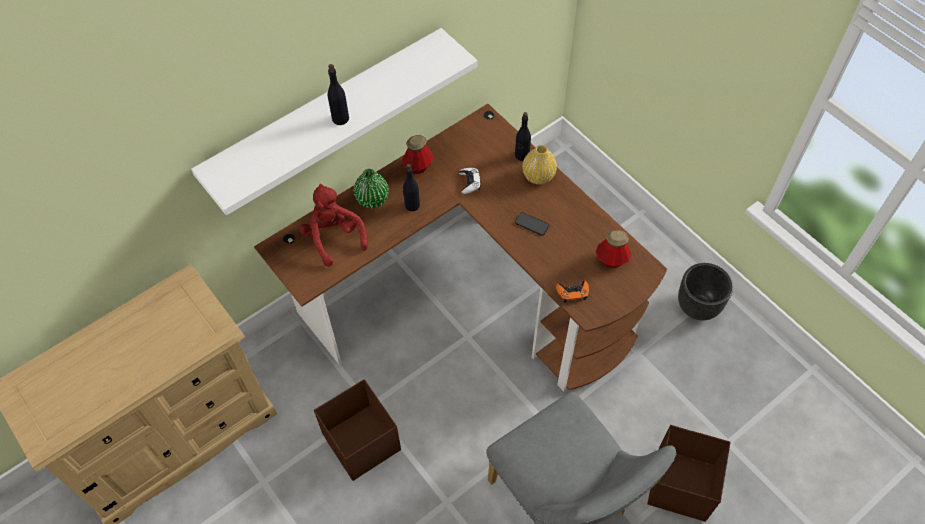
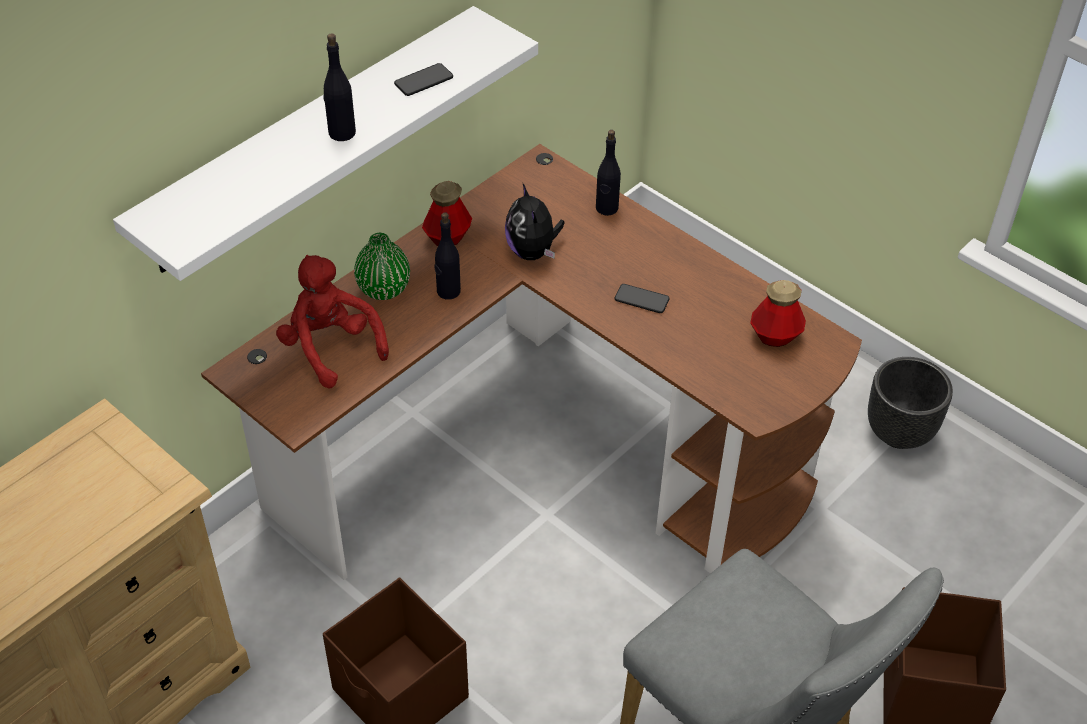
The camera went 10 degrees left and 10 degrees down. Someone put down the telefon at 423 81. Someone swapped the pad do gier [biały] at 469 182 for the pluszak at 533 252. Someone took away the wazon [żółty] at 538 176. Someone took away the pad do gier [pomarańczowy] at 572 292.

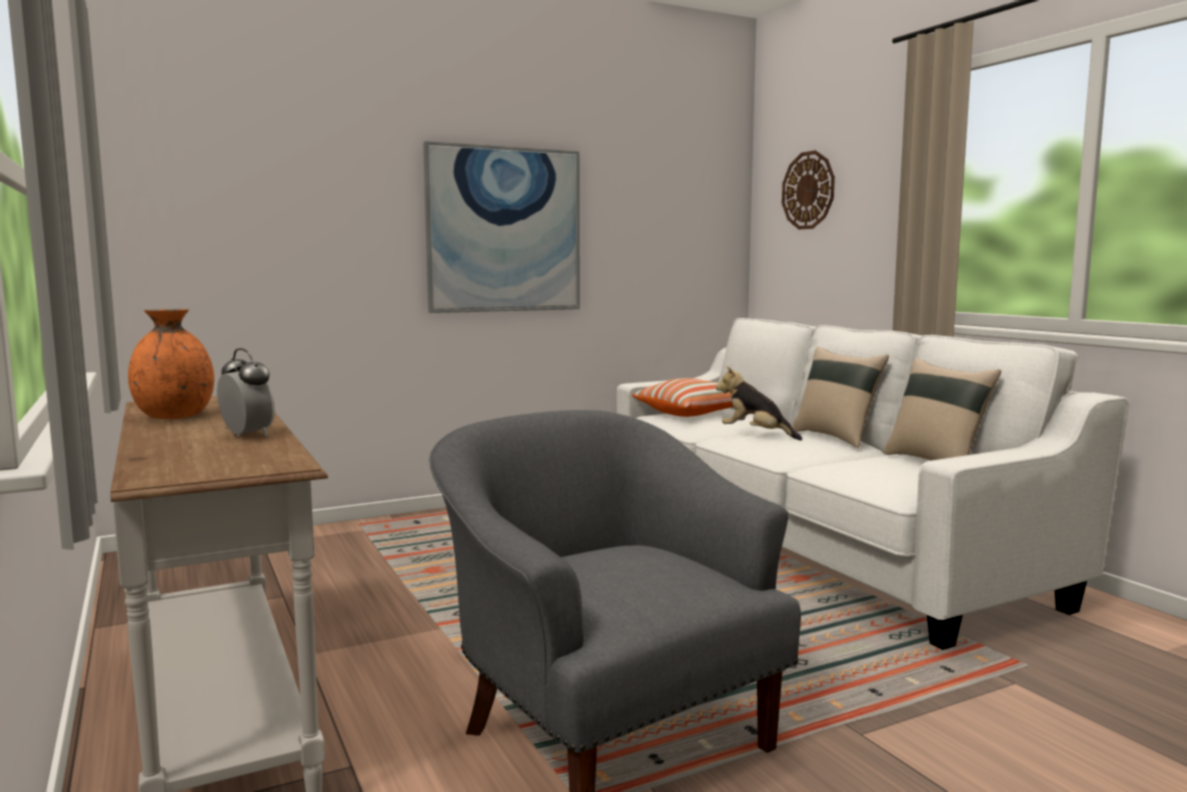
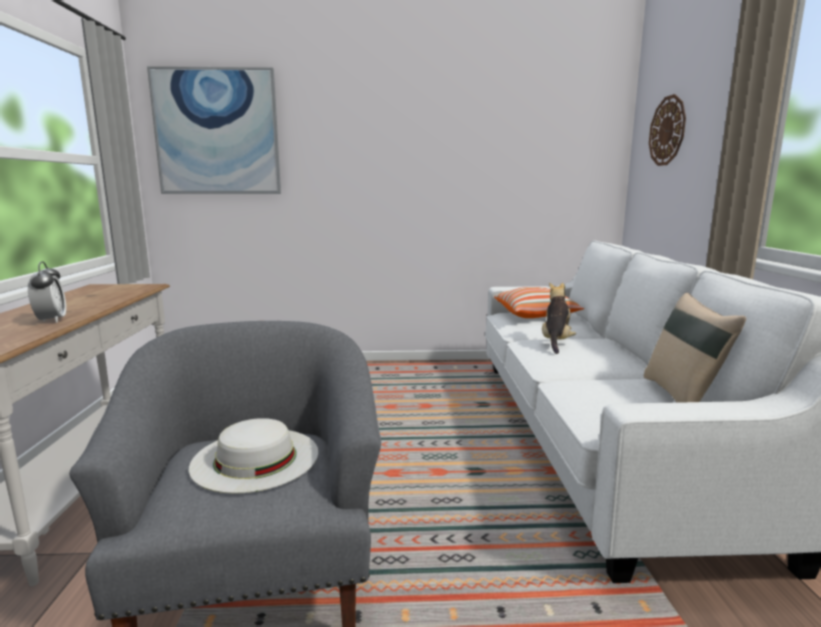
The camera went 25 degrees right and 5 degrees up. Someone carried the obraz from 504 230 to 217 132. Someone put down the kapelusz [biały] at 255 458. Someone rotated the pluszak at 756 435 by 45 degrees clockwise. Someone took away the wazon [pomarańczowy] at 175 417. Someone took away the poduszka [beżowy] at 836 437.

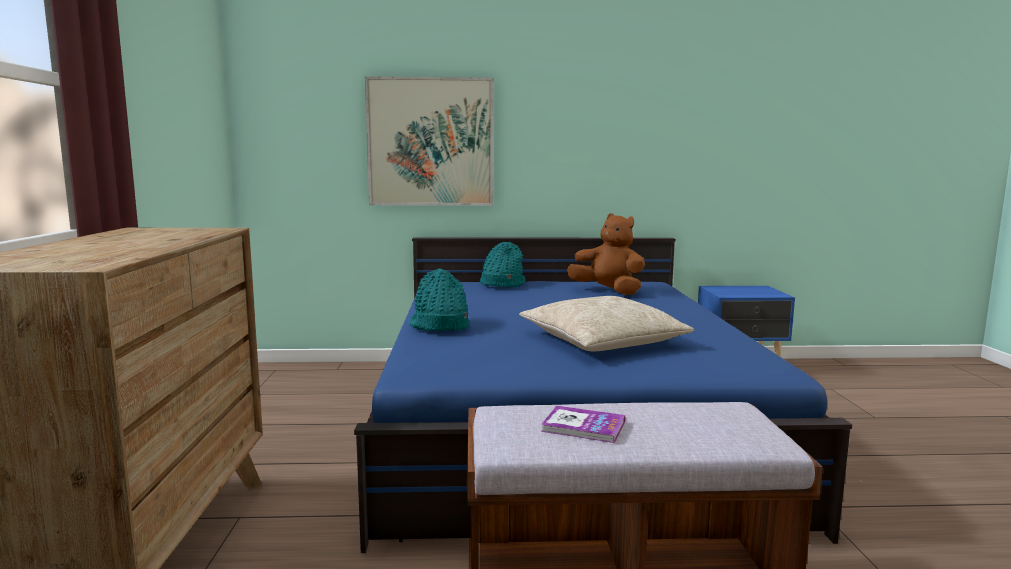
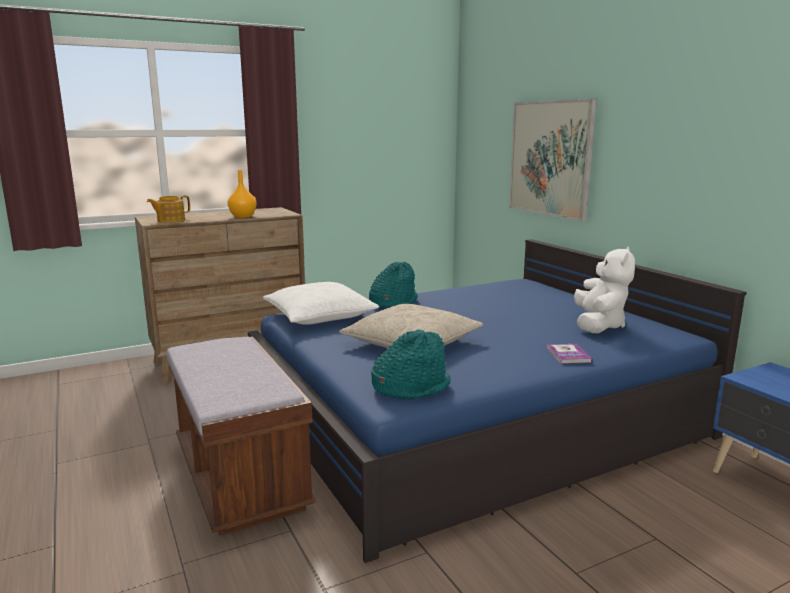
The camera went 65 degrees right and 5 degrees up. Someone put down the imbryk at 170 220. Someone put down the wazon [pomarańczowy] at 242 216. Someone put down the poduszka [biały] at 320 315. Someone carried the kapelusz [turkusowy] from 502 284 to 411 386. Someone carried the książka from 583 426 to 568 355. Someone repainted the pluszak [brązowy] at 608 291, which became the pluszak [biały] at 598 325.

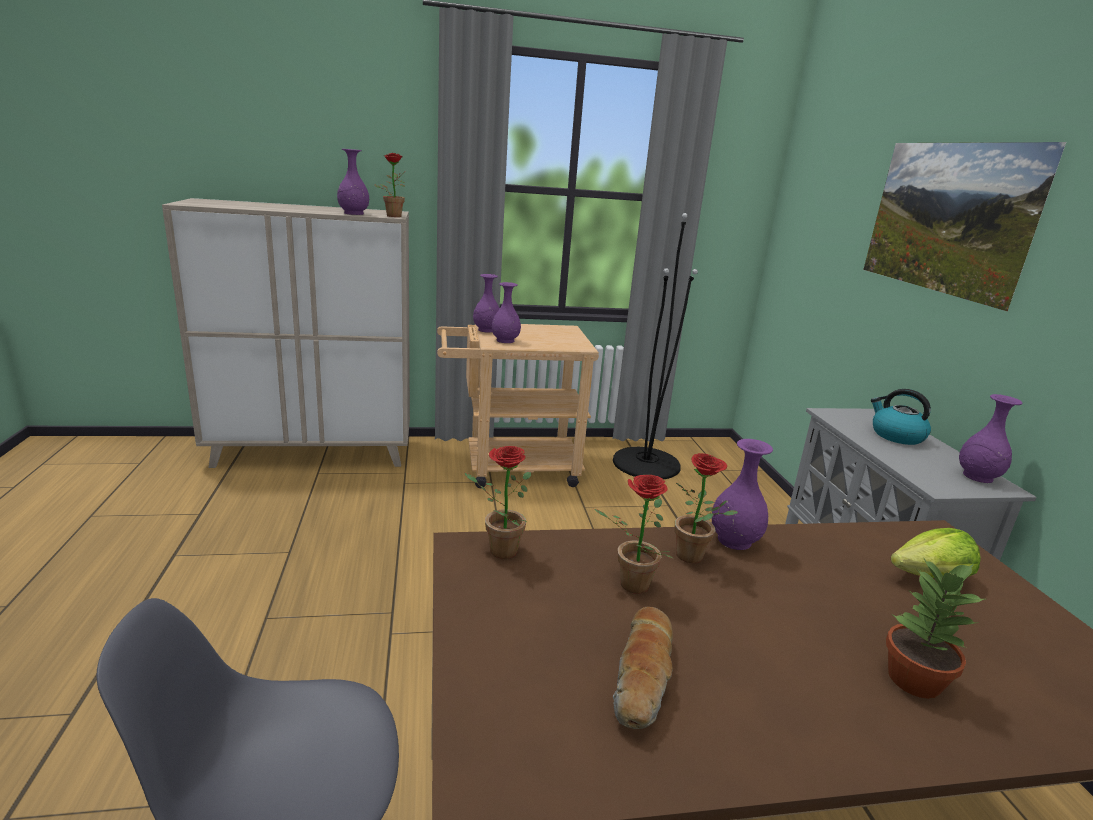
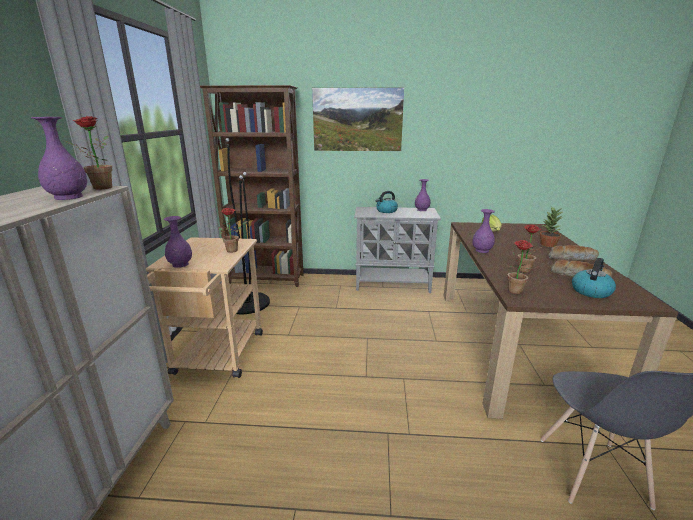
The camera went 75 degrees left and 0 degrees up. Someone put down the regał [brązowy] at 267 280. Someone carried the roślina doniczkowa from 695 558 to 234 250. Someone put down the chleb at 571 258. Someone put down the czajnik at 591 291. Someone took away the wazon [fioletowy] at 505 340.

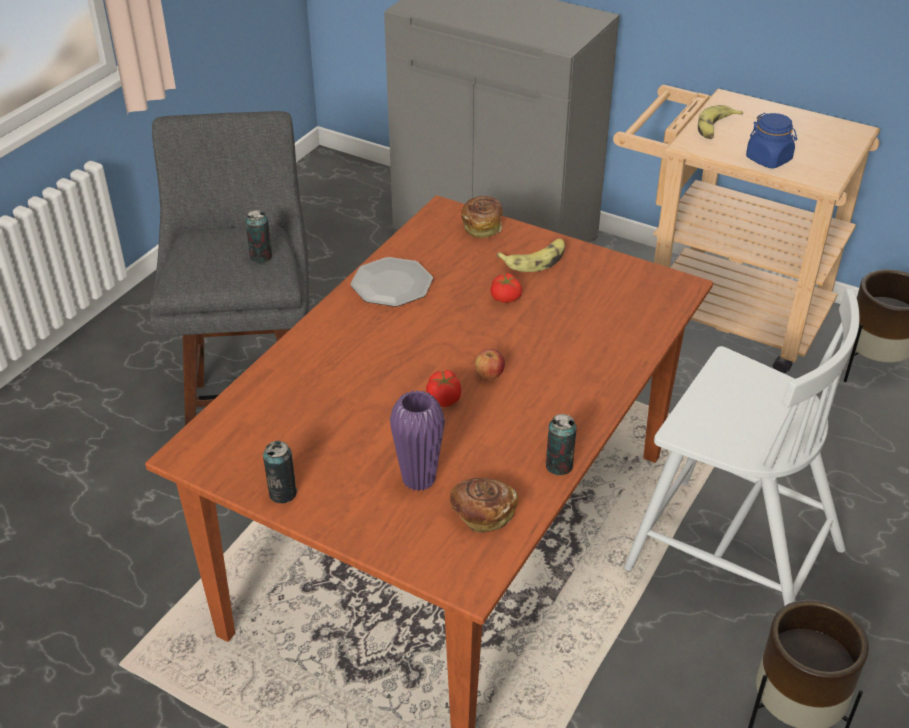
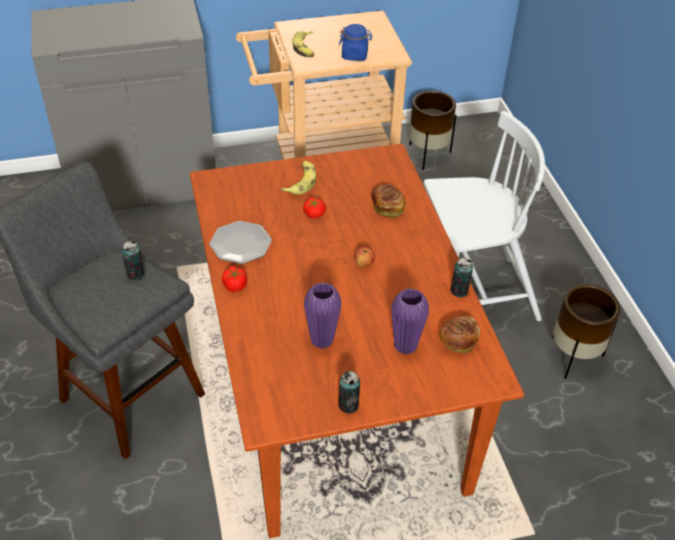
The camera went 45 degrees left and 5 degrees up. Someone carried the pomidor from 444 399 to 235 285. Someone put down the wazon [fioletowy] at 322 340. Someone carried the chleb from 482 226 to 387 207.

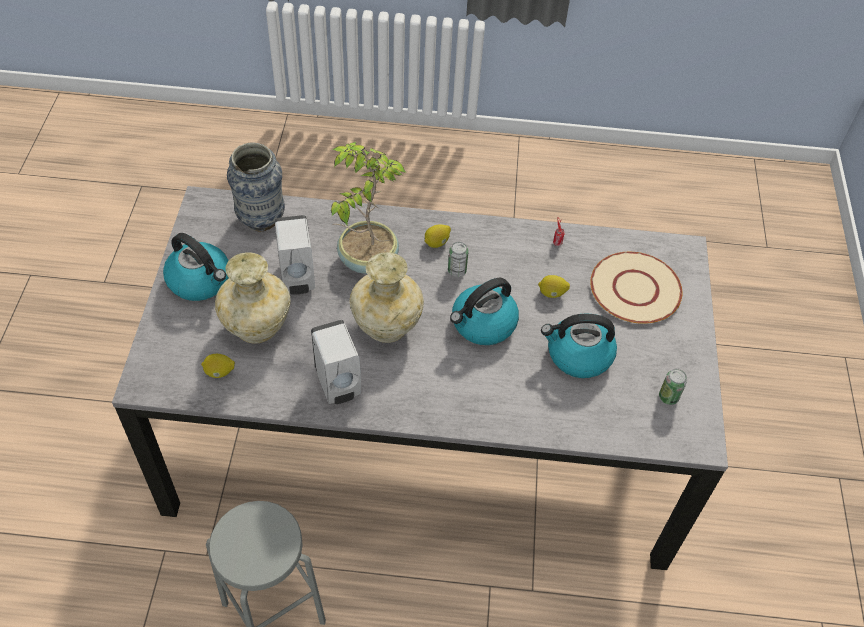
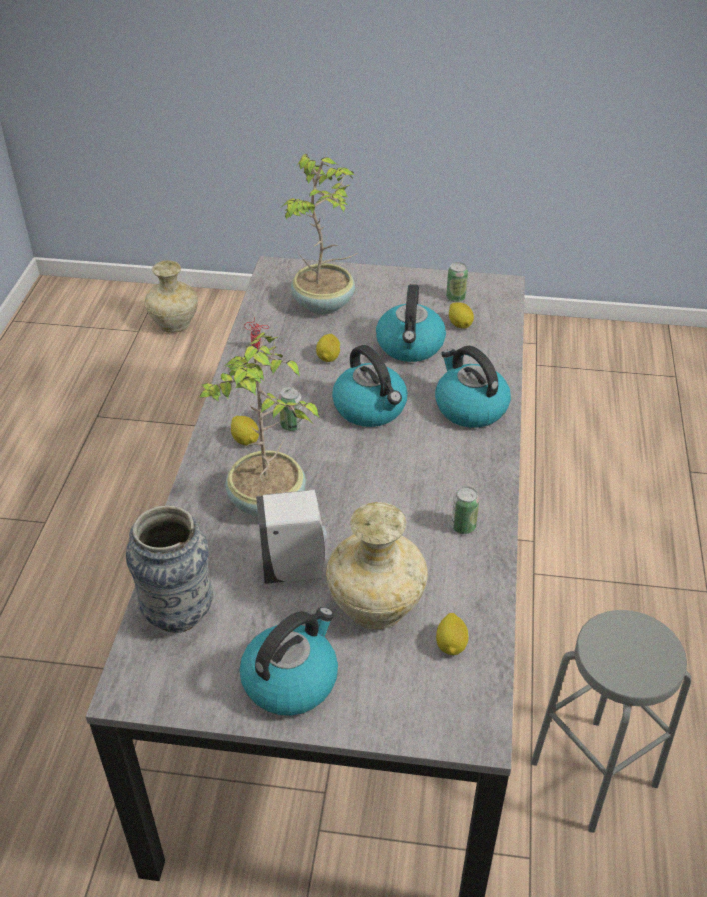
The camera went 85 degrees left and 10 degrees down. Someone carried the wazon [beżowy] from 386 327 to 175 325. Someone swapped the talerz [beżowy] at 634 289 for the roślina doniczkowa at 325 304. Someone put down the czajnik at 469 407. Someone put down the cytryna at 460 324. Someone swapped the dozownik mydła [biały] at 338 386 for the puszka at 463 526.

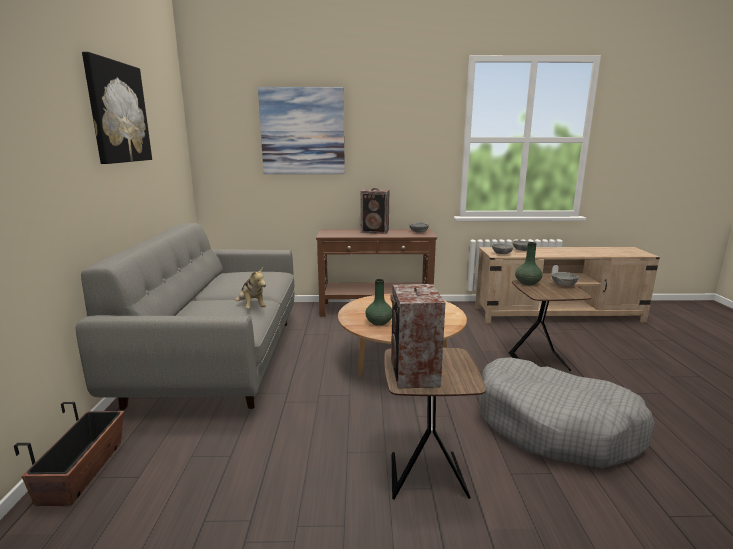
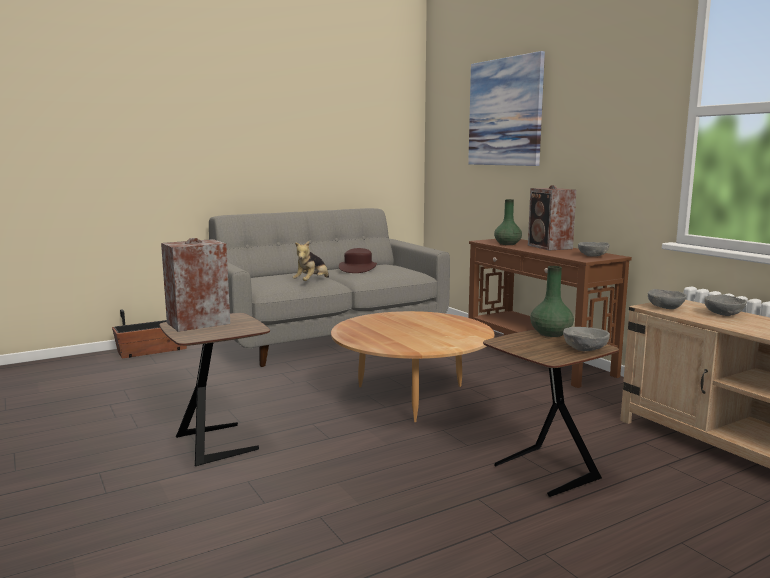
The camera went 60 degrees right and 5 degrees down. Someone put down the kapelusz [brązowy] at 358 268. Someone carried the wazon [zielony] from 378 322 to 507 244. Someone took away the obraz at 118 112. Someone took away the legowisko [szary] at 555 426.

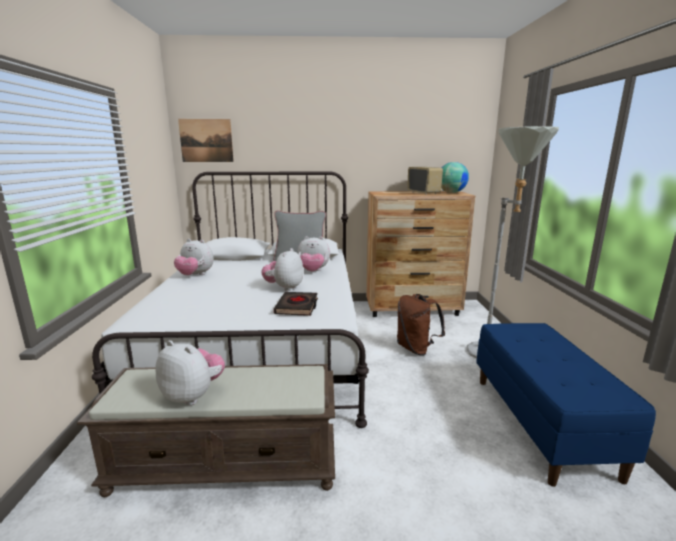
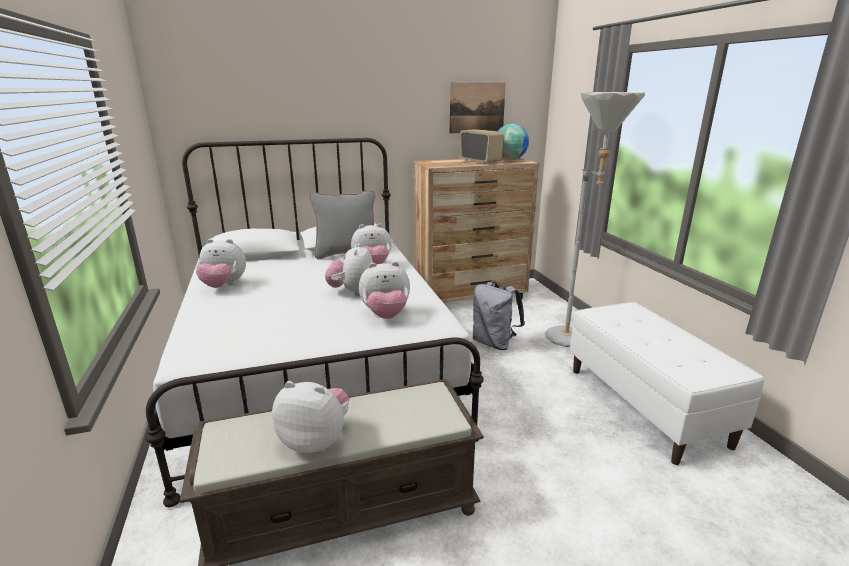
The camera went 15 degrees left and 5 degrees up. Someone swapped the książka [czarny] at 297 307 for the pluszak at 386 315. Someone carried the obraz from 206 140 to 477 108. Someone repainted the plecak [brązowy] at 416 349, which became the plecak [szary] at 494 343. Someone repainted the ławka [niebieski] at 541 424, which became the ławka [biały] at 645 405.

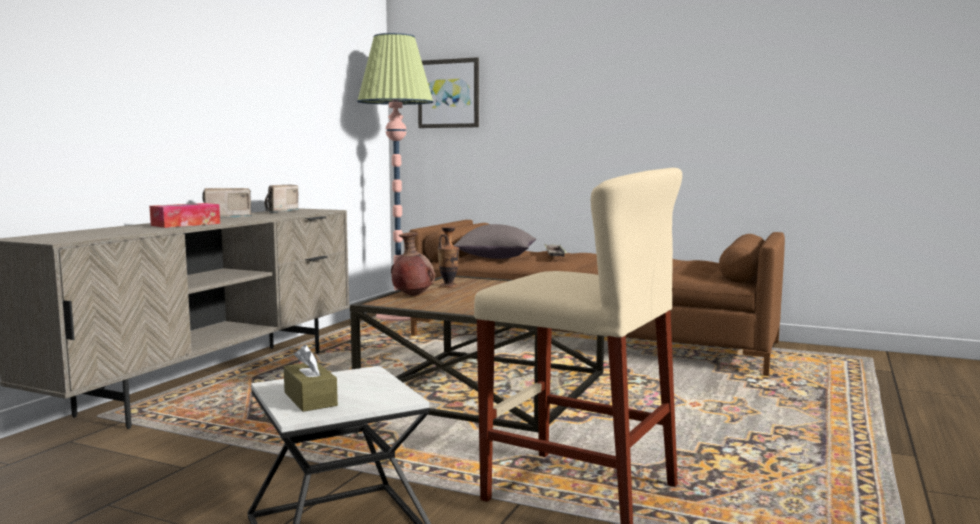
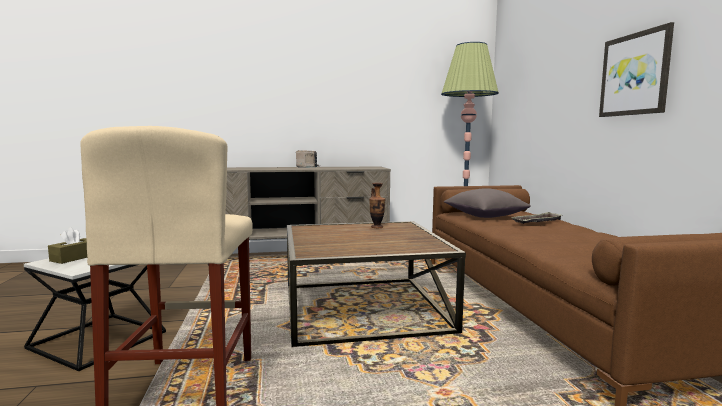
The camera went 55 degrees right and 0 degrees up. Someone carried the obraz from 449 93 to 635 74. Someone took away the pudełko chusteczek at 186 224. Someone took away the radio at 278 211. Someone took away the wazon [brązowy] at 412 296.

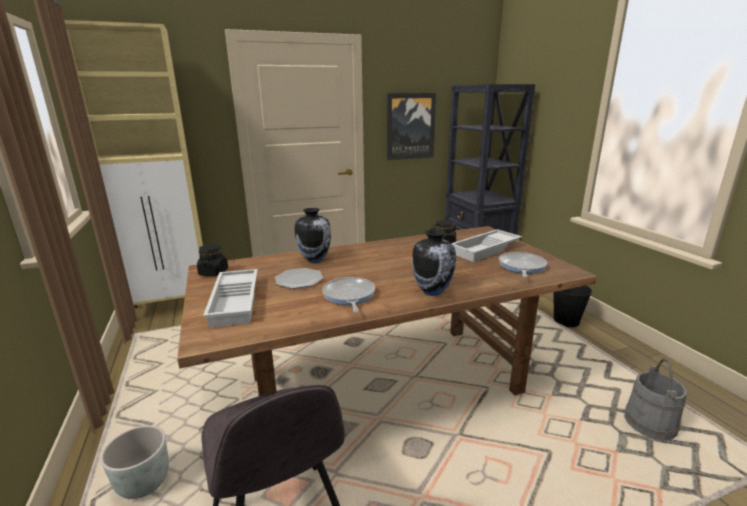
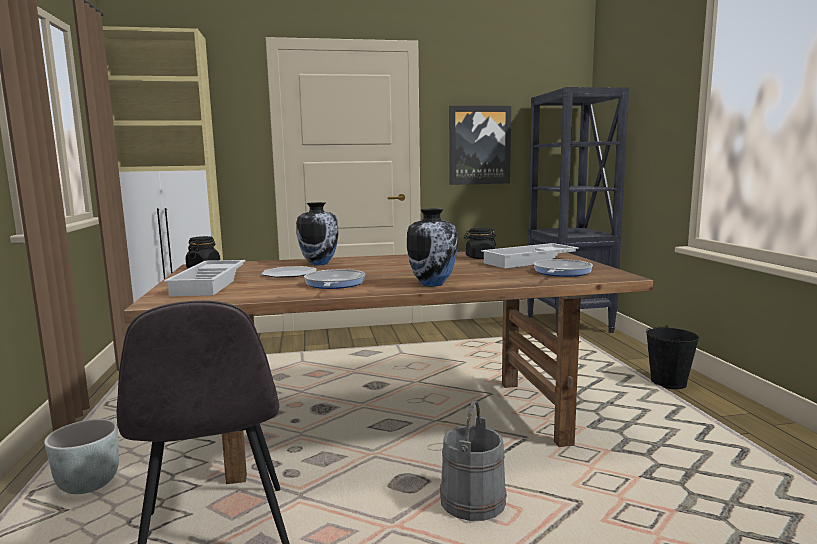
The camera went 10 degrees right and 10 degrees down. Someone carried the wiadro [szary] from 650 424 to 473 502.

